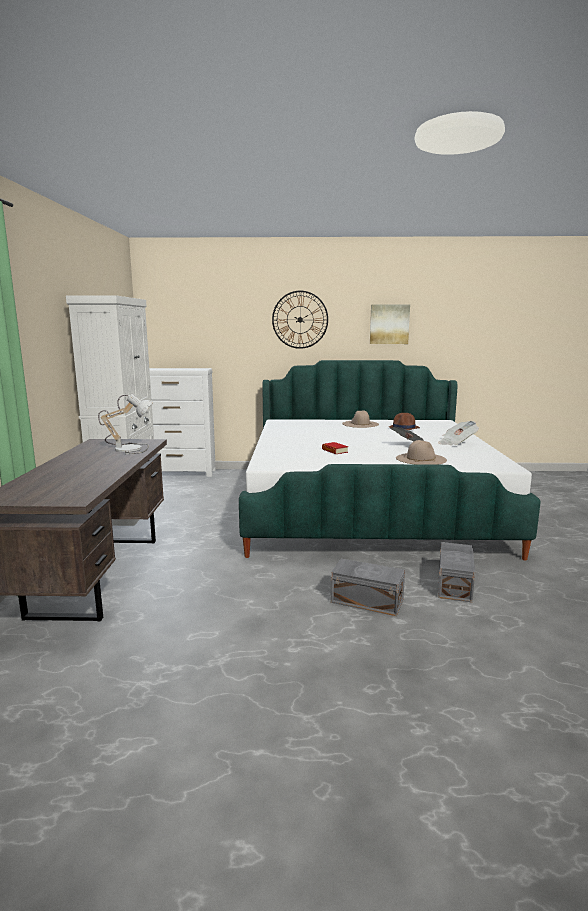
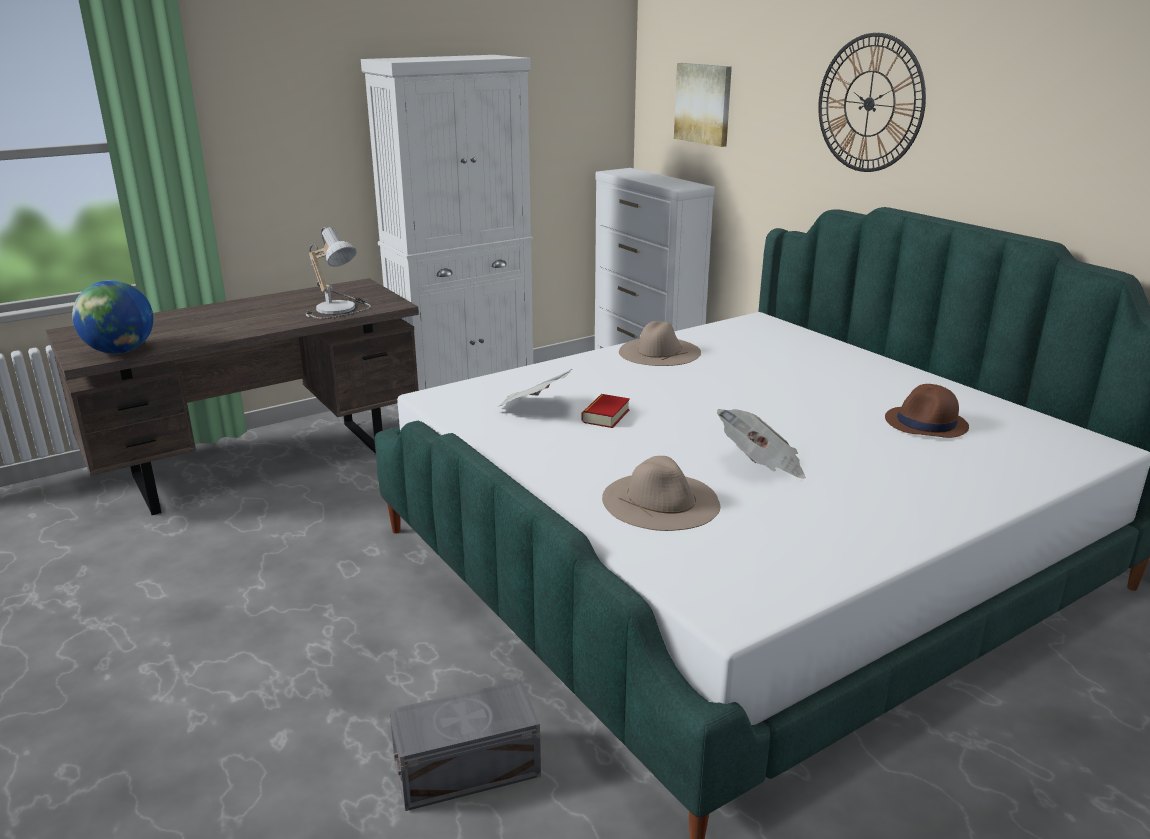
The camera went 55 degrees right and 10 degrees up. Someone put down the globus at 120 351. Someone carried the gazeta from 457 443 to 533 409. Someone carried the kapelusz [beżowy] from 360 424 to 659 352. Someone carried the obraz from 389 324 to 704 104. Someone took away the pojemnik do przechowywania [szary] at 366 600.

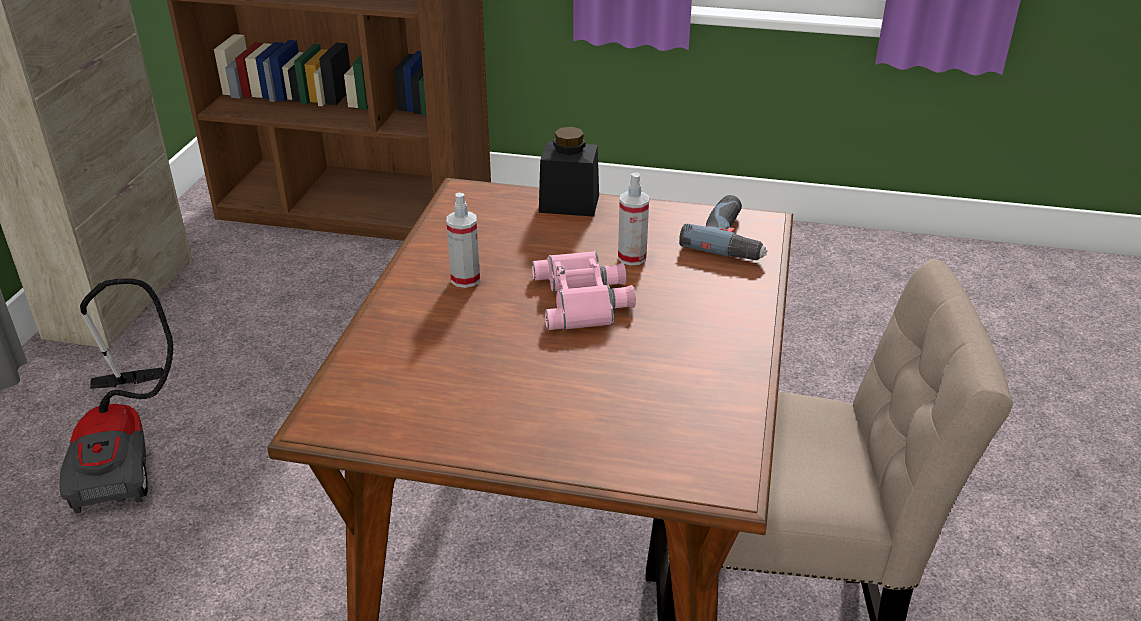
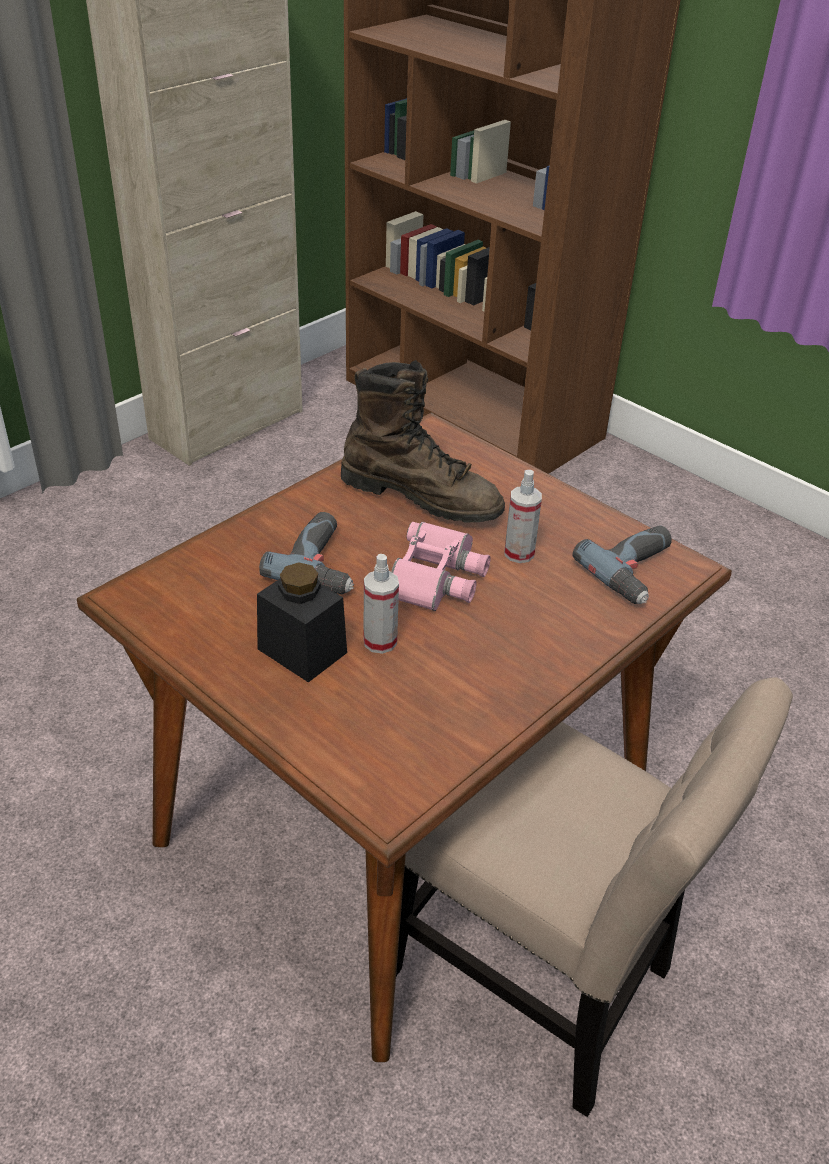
The camera went 30 degrees right and 5 degrees up. Someone carried the słoik [czarny] from 569 203 to 302 651. Someone put down the wiertarka at 323 563. Someone put down the but z cholewką [brązowy] at 422 496. Someone carried the spryskiwacz from 465 279 to 380 641. Someone took away the odkurzacz at 127 451.

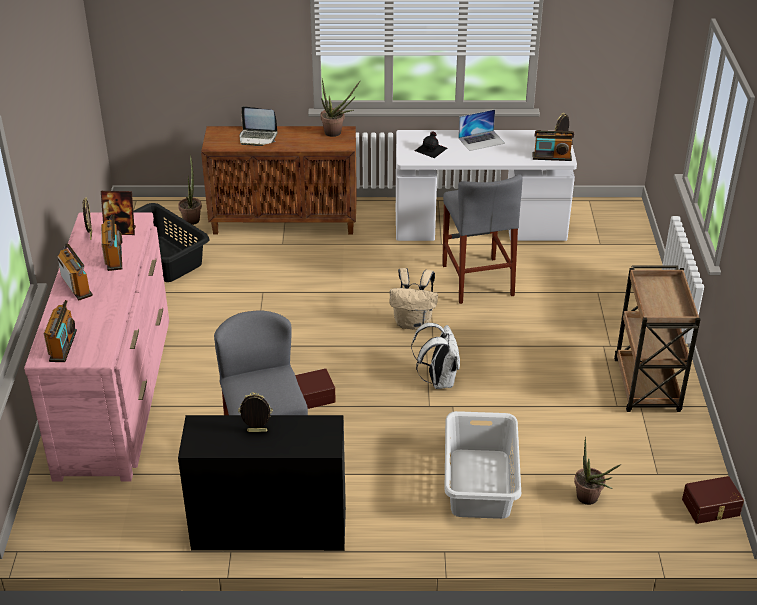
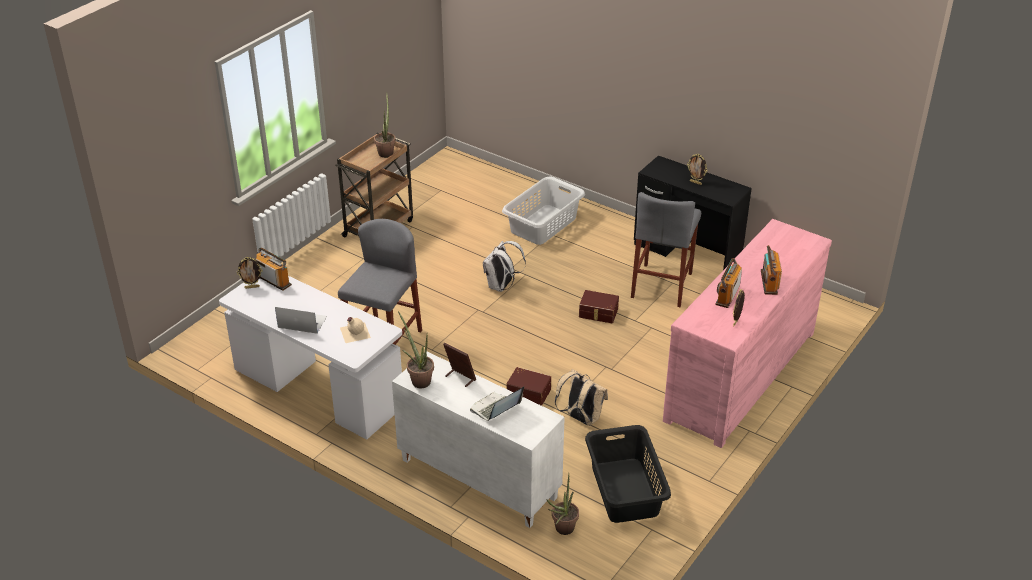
The camera went 145 degrees left and 0 degrees up. Someone repainted the butelka [czarny] at 431 149, which became the butelka [beżowy] at 354 332. Someone carried the roślina doniczkowa from 590 500 to 386 152. Someone repainted the szafka [brązowy] at 285 222, which became the szafka [biały] at 477 479. Someone carried the ramka na zdjęcie from 120 231 to 460 378. Someone rotated the laptop at 258 137 by 90 degrees counterclockwise. Someone carried the pojemnik do przechowywania [brązowy] from 711 508 to 529 392. Someone carried the plecak [beżowy] from 413 323 to 581 418. Someone took away the radio at 63 346.

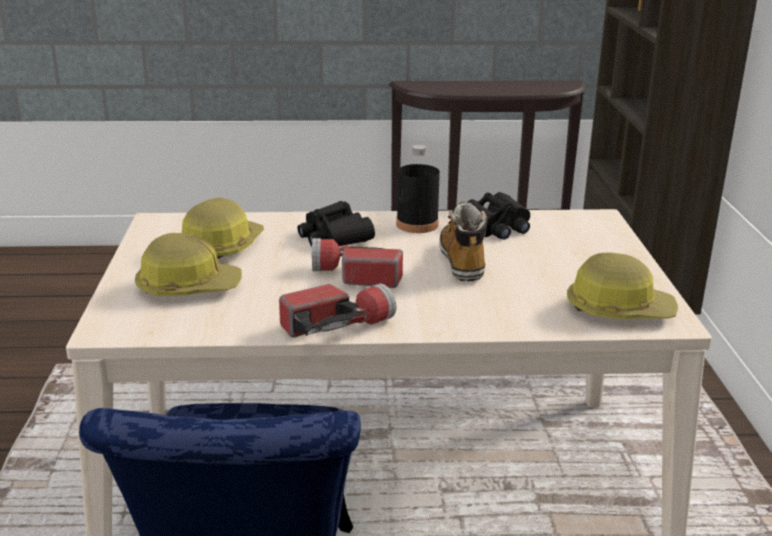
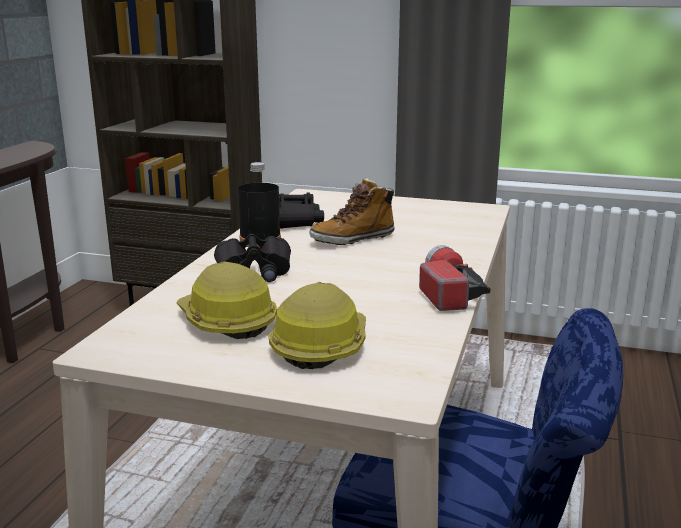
The camera went 70 degrees left and 5 degrees down. Someone rotated the but z cholewką at 462 262 by 45 degrees counterclockwise. Someone took away the latarka at 355 275. Someone took away the kask at 618 309.

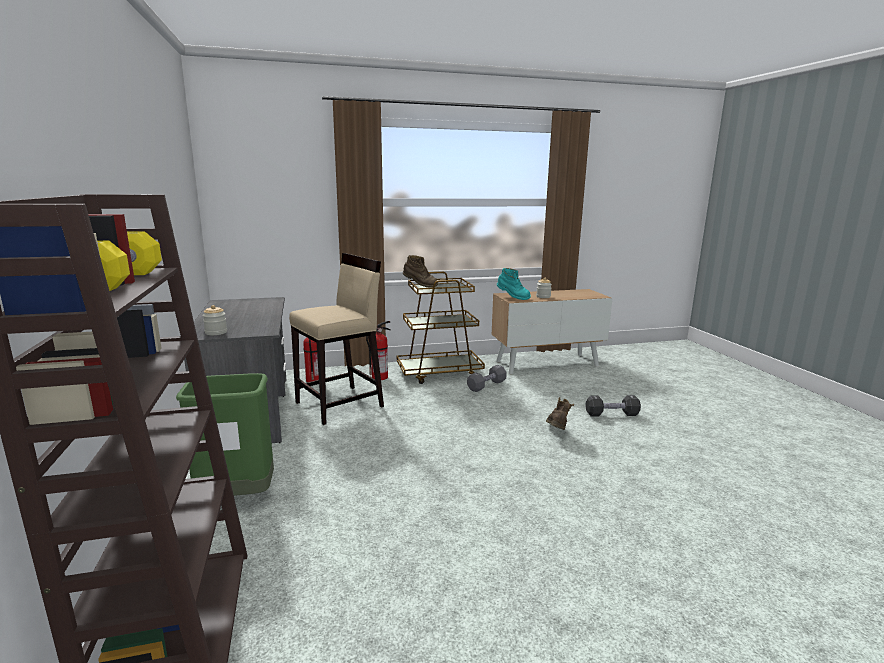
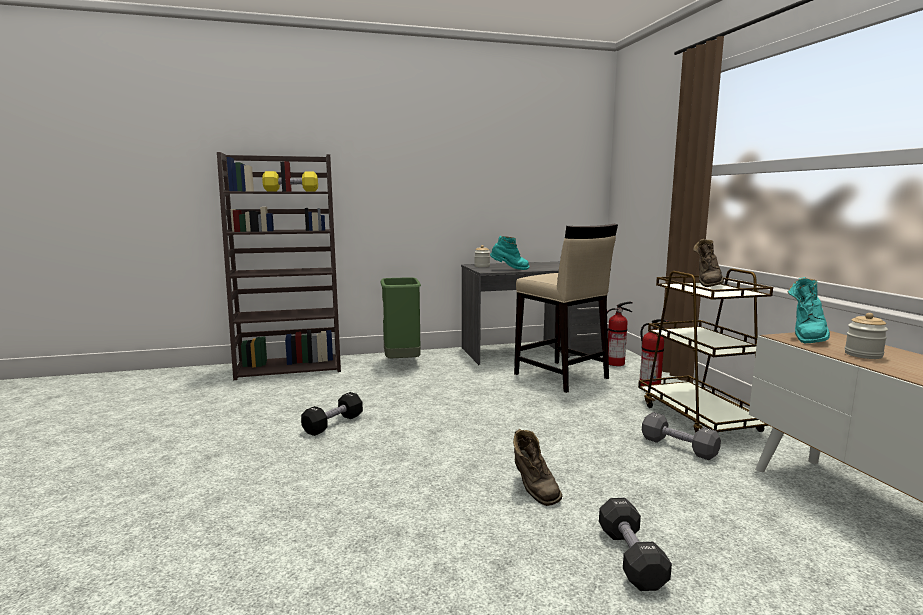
The camera went 90 degrees right and 5 degrees down. Someone put down the hantel [czarny] at 333 424. Someone put down the but z cholewką [turkusowy] at 510 269. Someone rotated the but z cholewką [brązowy] at 557 432 by 60 degrees clockwise.

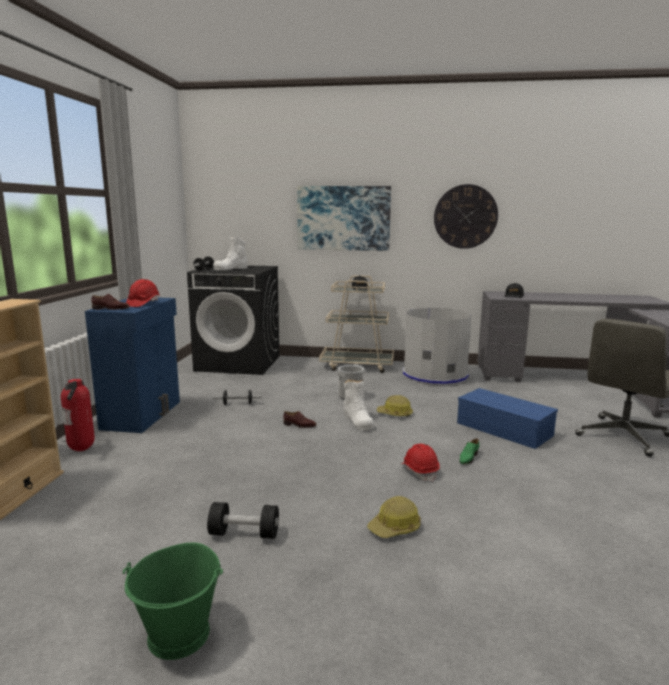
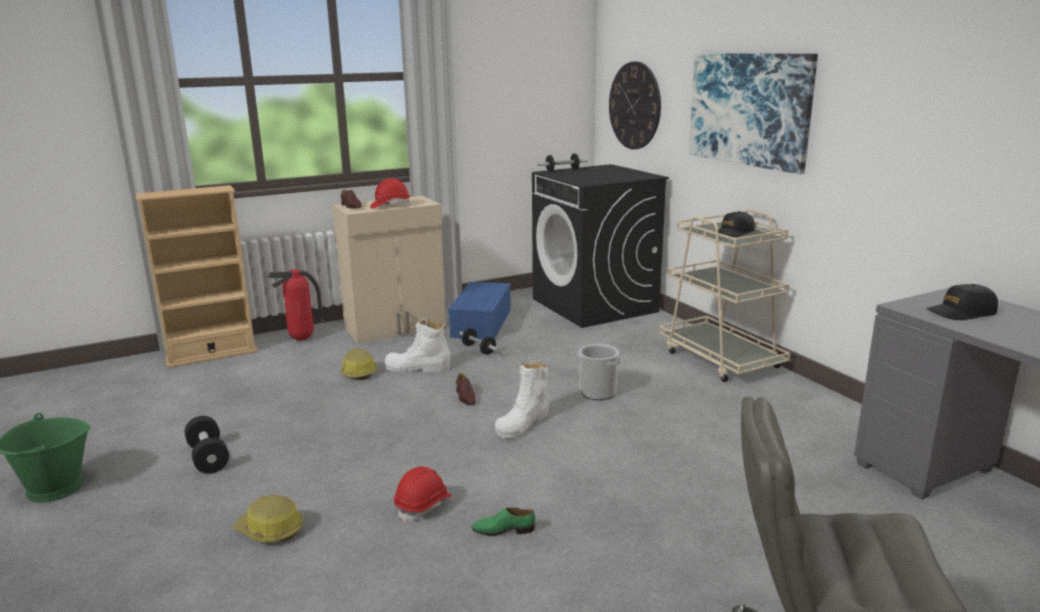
The camera went 55 degrees right and 5 degrees up. Someone repainted the szafka [niebieski] at 143 415, which became the szafka [beżowy] at 396 328. Someone carried the kask from 395 414 to 358 372. Someone carried the but z cholewką [biały] from 231 269 to 417 368. Someone carried the pojemnik do przechowywania [niebieski] from 505 429 to 482 323. Someone carried the zegar ścienny from 465 216 to 634 106. Someone took away the kosz na śmieci [szary] at 434 375.

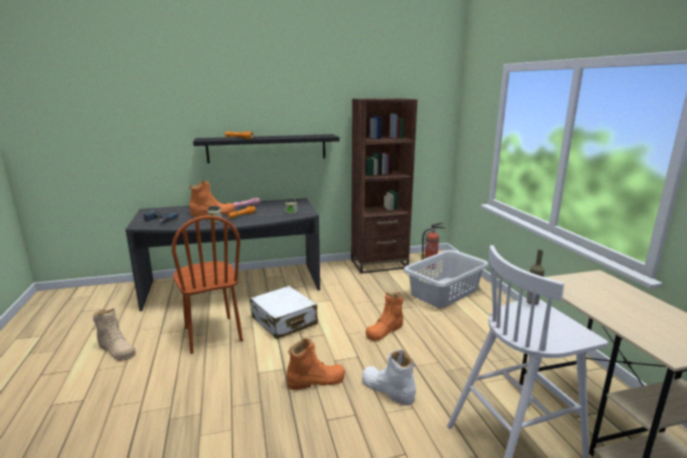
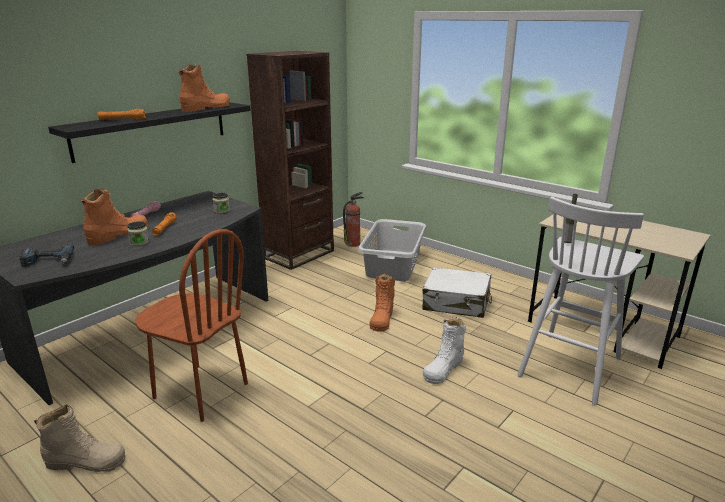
The camera went 35 degrees left and 5 degrees up. Someone carried the but z cholewką [pomarańczowy] from 316 381 to 206 108. Someone carried the walizka [biały] from 284 321 to 456 303. Someone rotated the but z cholewką [biały] at 387 389 by 60 degrees counterclockwise.

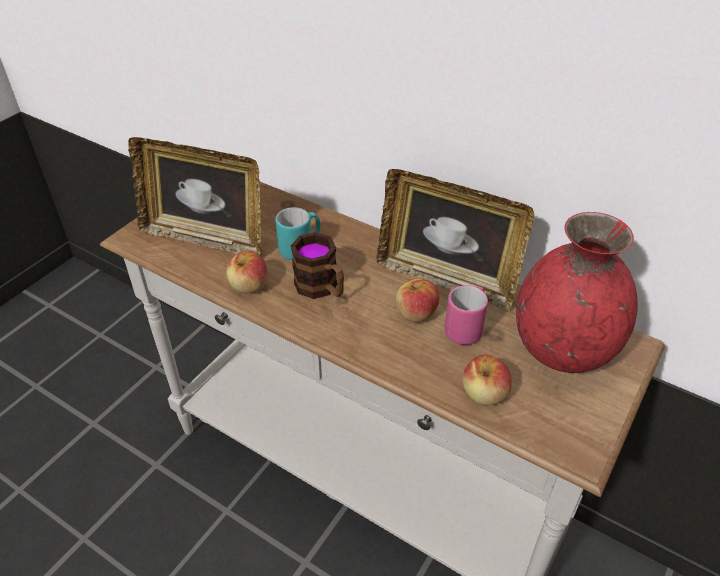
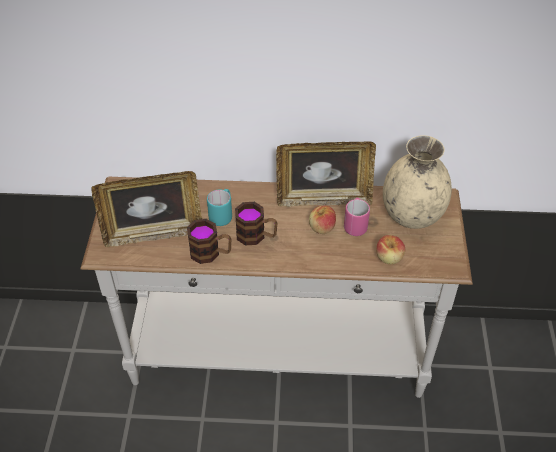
The camera went 30 degrees left and 5 degrees up. Someone swapped the jabłko at 249 286 for the kubek at 211 253. Someone repainted the wazon [czerwony] at 561 349, which became the wazon [beżowy] at 411 215.

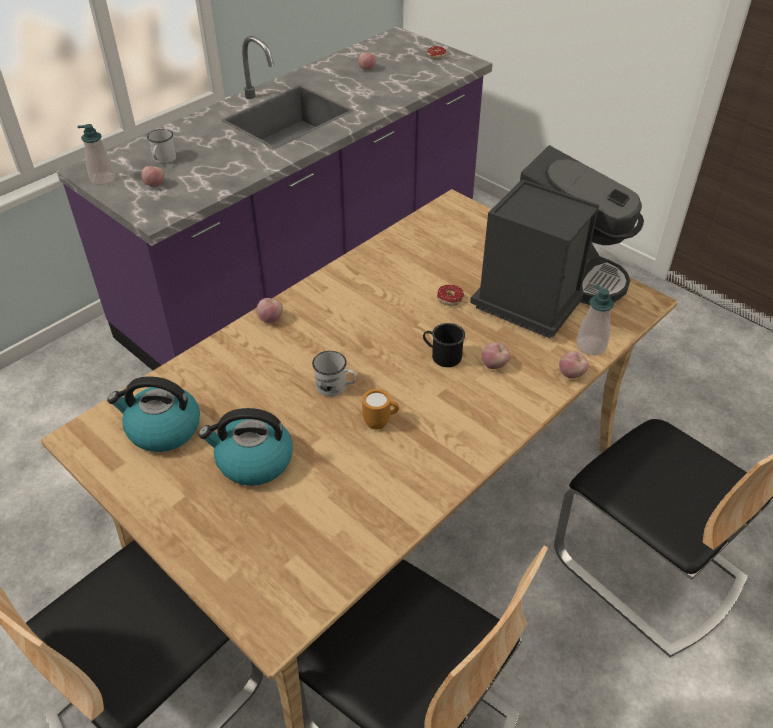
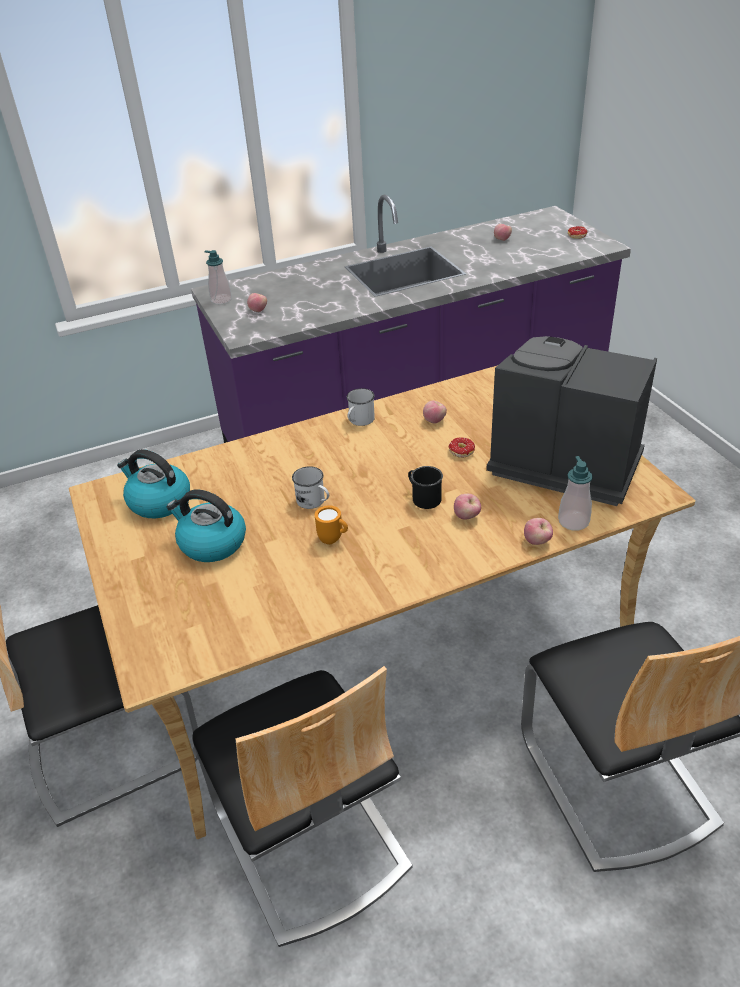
The camera went 25 degrees right and 5 degrees down. Someone carried the kubek [biały] from 163 160 to 359 421. Someone carried the jabłko from 270 319 to 434 421. Someone rotated the ekspres do kawy at 547 290 by 120 degrees counterclockwise.

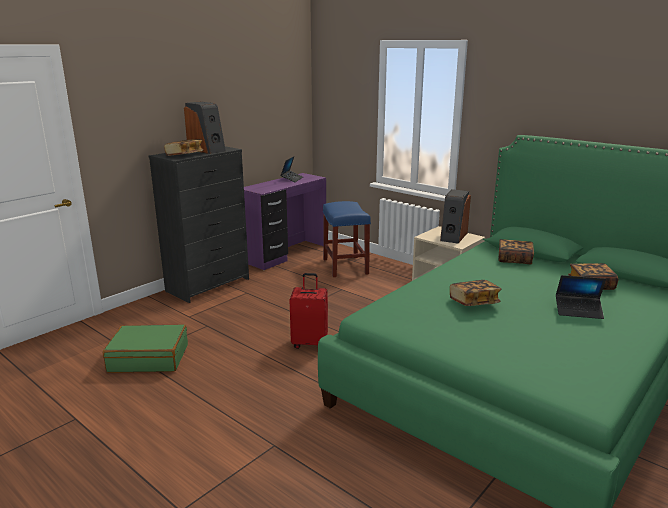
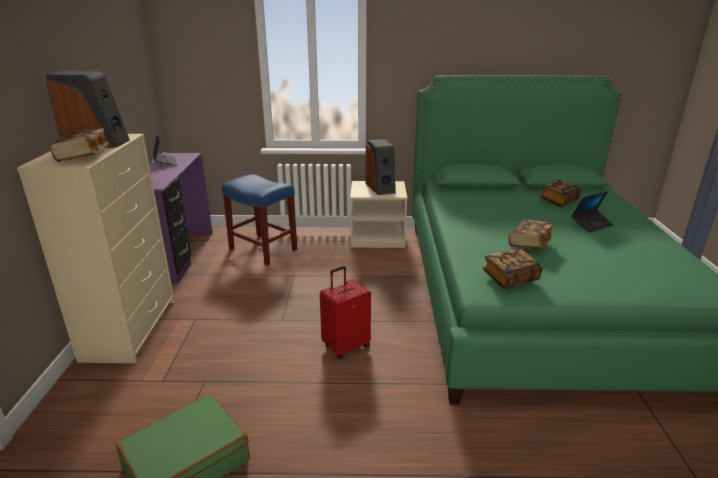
The camera went 40 degrees left and 5 degrees up. Someone repainted the komoda [czarny] at 209 285, which became the komoda [beżowy] at 131 328. Someone carried the książka from 514 259 to 510 278.

